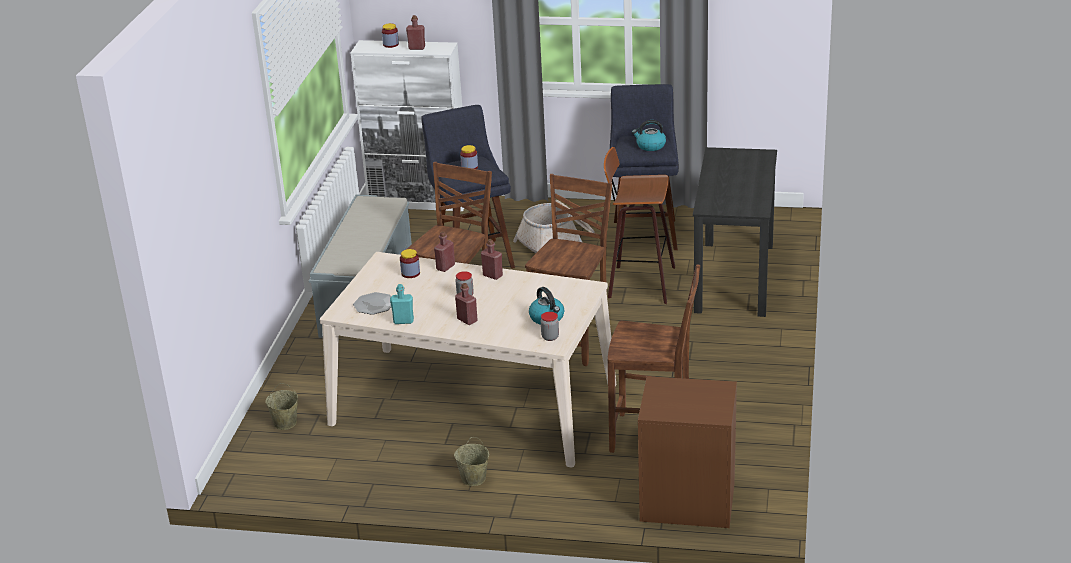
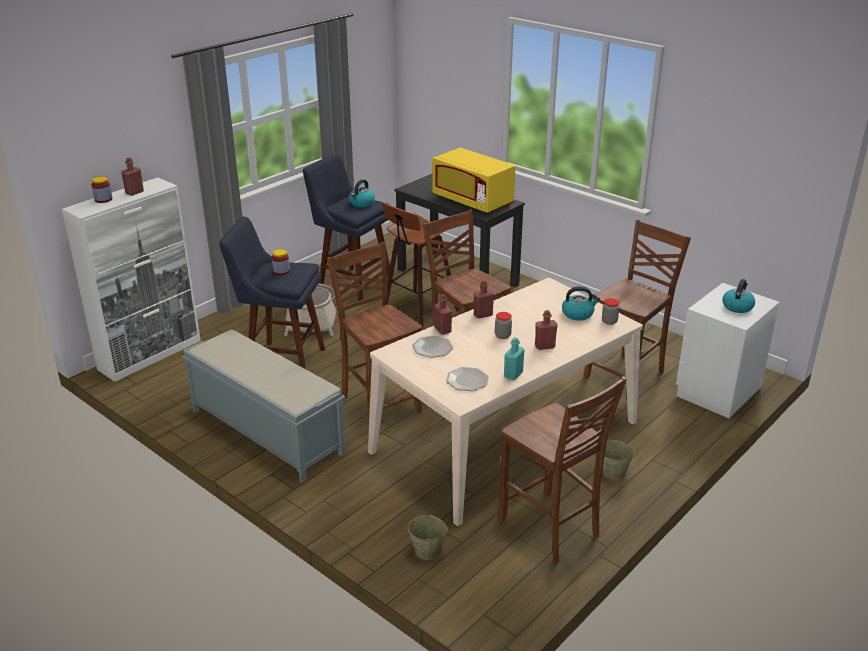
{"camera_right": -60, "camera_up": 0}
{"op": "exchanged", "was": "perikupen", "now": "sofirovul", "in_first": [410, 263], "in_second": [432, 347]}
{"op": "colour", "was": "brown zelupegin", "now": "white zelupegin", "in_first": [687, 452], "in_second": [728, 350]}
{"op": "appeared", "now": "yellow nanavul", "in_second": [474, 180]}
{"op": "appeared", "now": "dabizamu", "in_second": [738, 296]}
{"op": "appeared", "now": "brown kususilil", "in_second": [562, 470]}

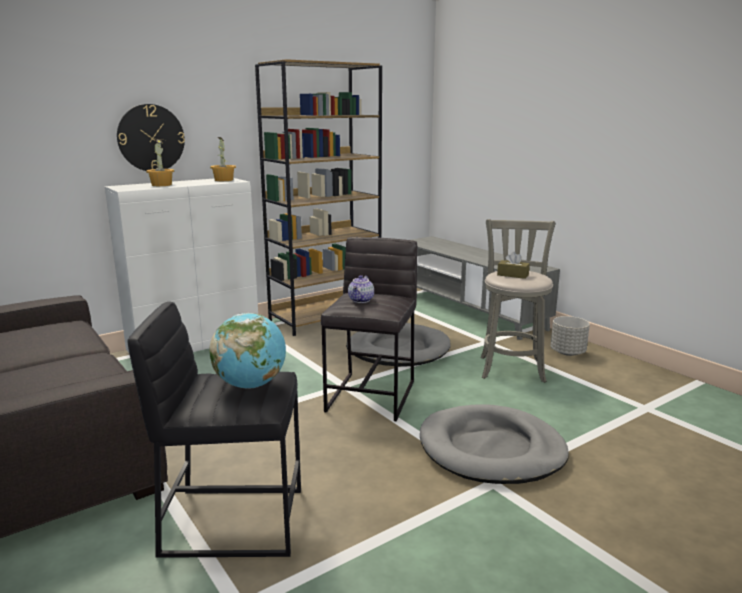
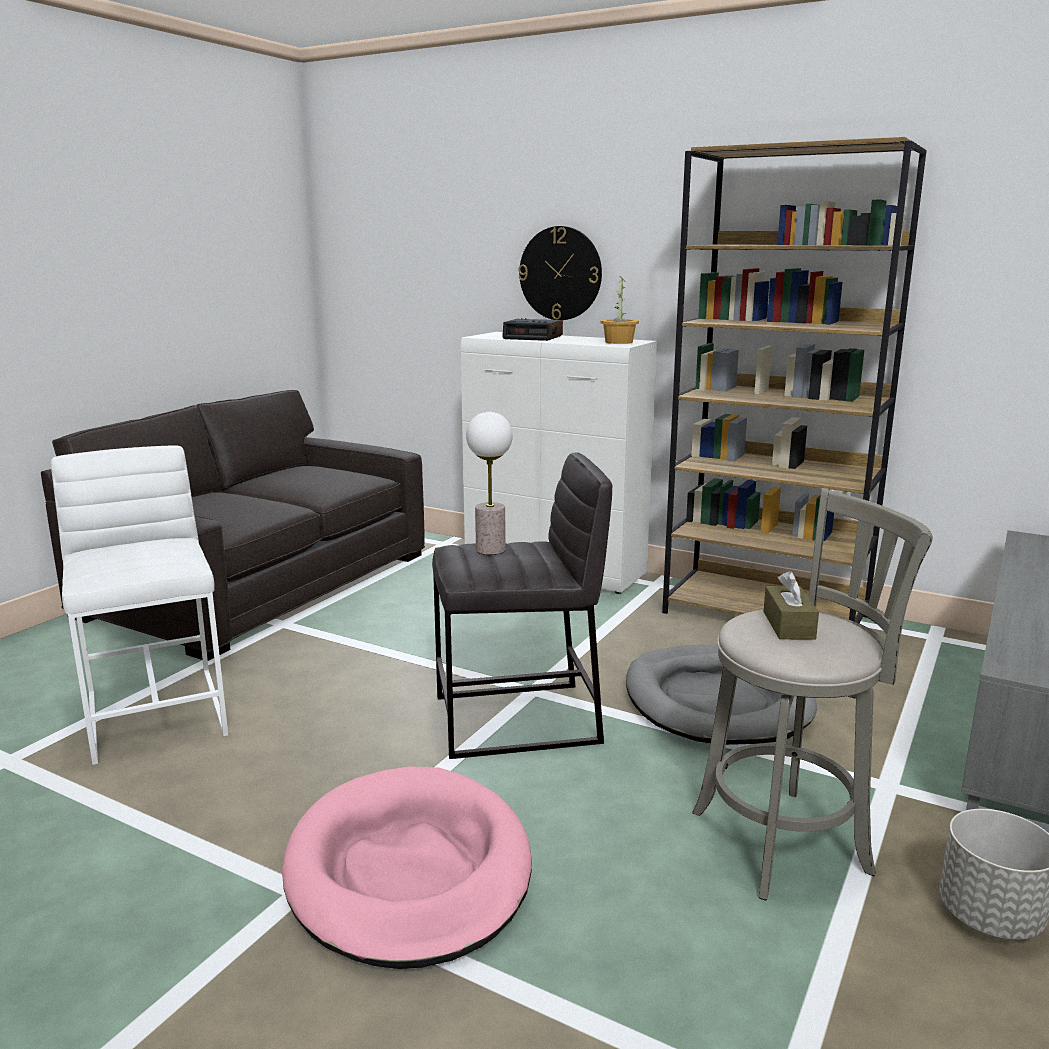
{"camera_right": 65, "camera_up": 0}
{"op": "exchanged", "was": "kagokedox", "now": "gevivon", "in_first": [160, 162], "in_second": [532, 329]}
{"op": "exchanged", "was": "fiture", "now": "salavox", "in_first": [361, 289], "in_second": [489, 483]}
{"op": "colour", "was": "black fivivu", "now": "white fivivu", "in_first": [214, 430], "in_second": [139, 605]}
{"op": "missing", "was": "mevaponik", "in_first": [247, 351]}
{"op": "colour", "was": "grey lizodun", "now": "pink lizodun", "in_first": [494, 444], "in_second": [407, 867]}

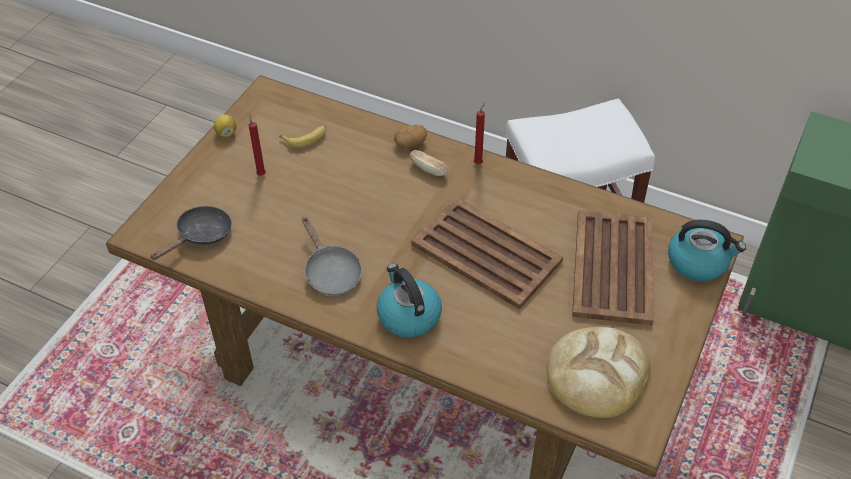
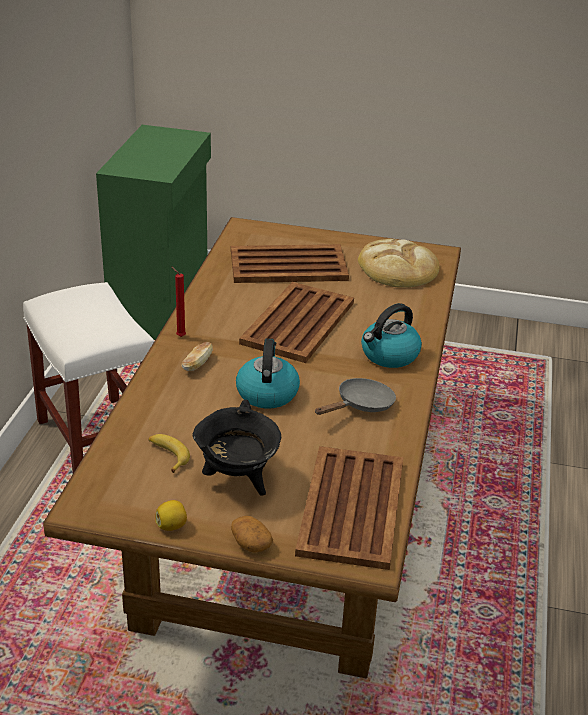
{"camera_right": -105, "camera_up": -15}
{"op": "exchanged", "was": "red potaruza", "now": "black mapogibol", "in_first": [257, 144], "in_second": [236, 448]}
{"op": "relocated", "was": "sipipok", "in_first": [410, 137], "in_second": [252, 534]}
{"op": "exchanged", "was": "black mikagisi", "now": "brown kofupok", "in_first": [191, 233], "in_second": [349, 508]}
{"op": "relocated", "was": "dabizamu", "in_first": [707, 250], "in_second": [268, 373]}

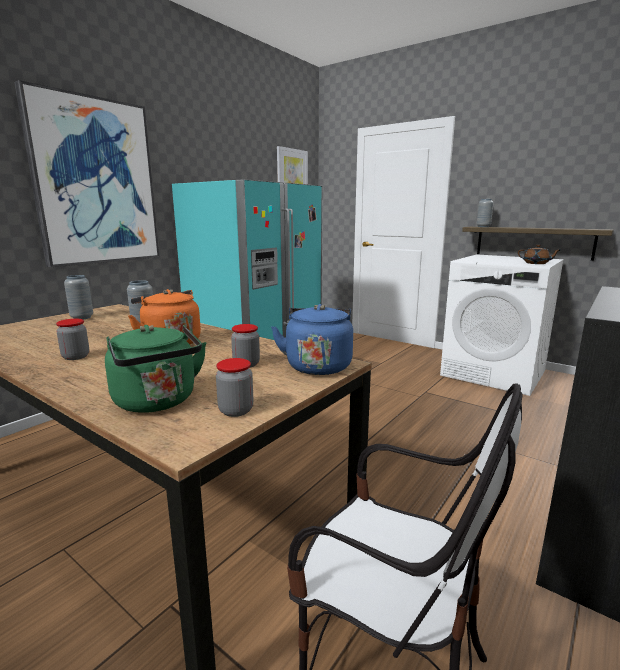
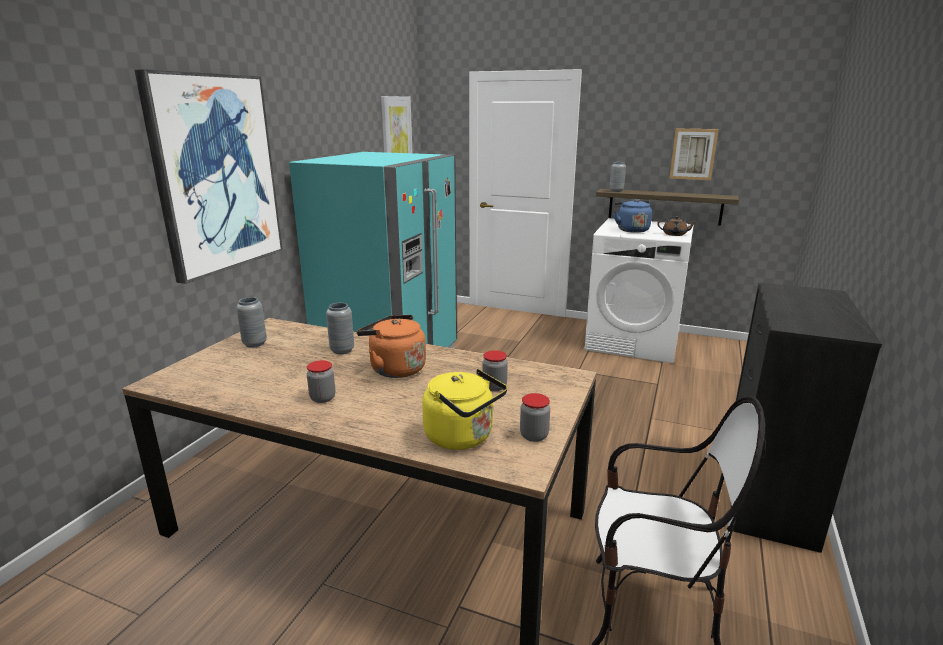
{"camera_right": -15, "camera_up": 5}
{"op": "relocated", "was": "blue dabizamu", "in_first": [312, 339], "in_second": [633, 216]}
{"op": "colour", "was": "green dabizamu", "now": "yellow dabizamu", "in_first": [156, 369], "in_second": [464, 409]}
{"op": "appeared", "now": "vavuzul", "in_second": [694, 154]}

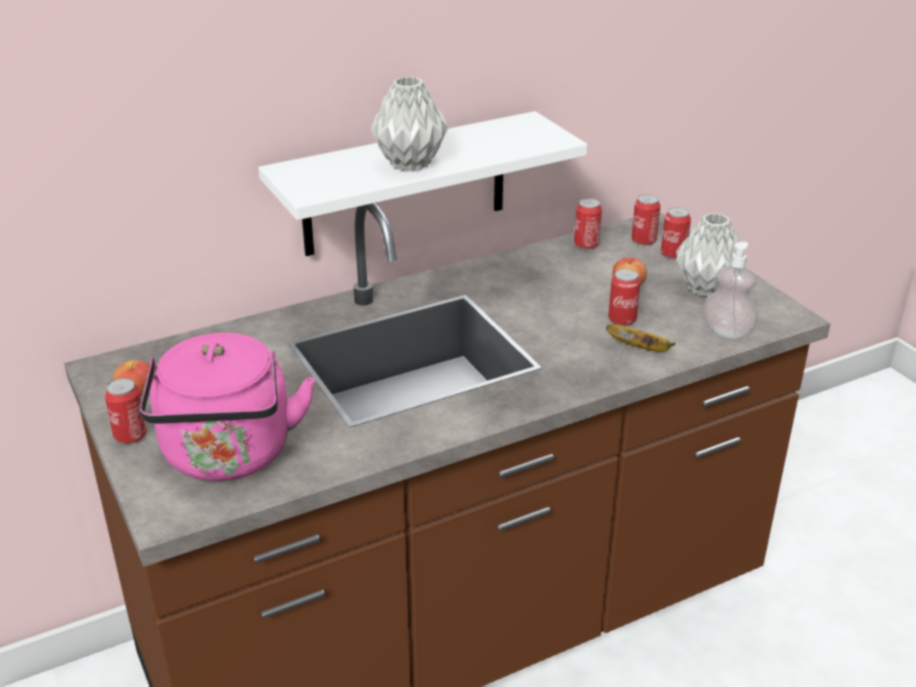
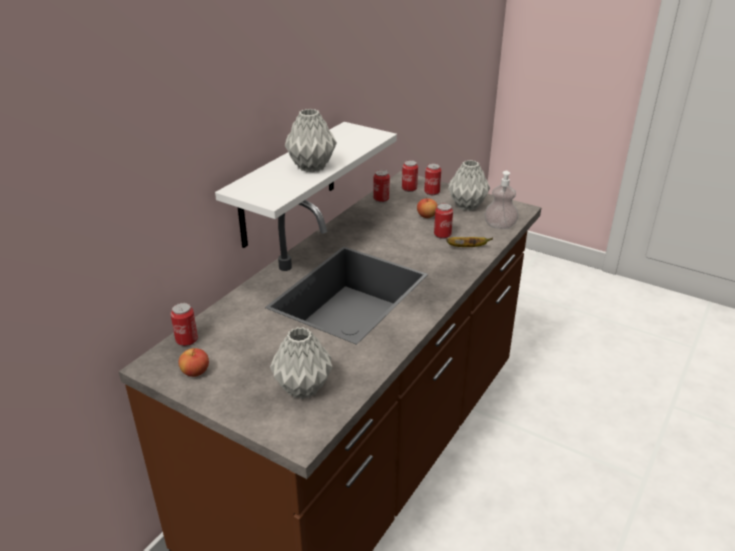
{"camera_right": -30, "camera_up": 0}
{"op": "exchanged", "was": "pink dabizamu", "now": "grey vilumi", "in_first": [227, 407], "in_second": [301, 363]}
{"op": "relocated", "was": "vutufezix", "in_first": [126, 411], "in_second": [184, 324]}

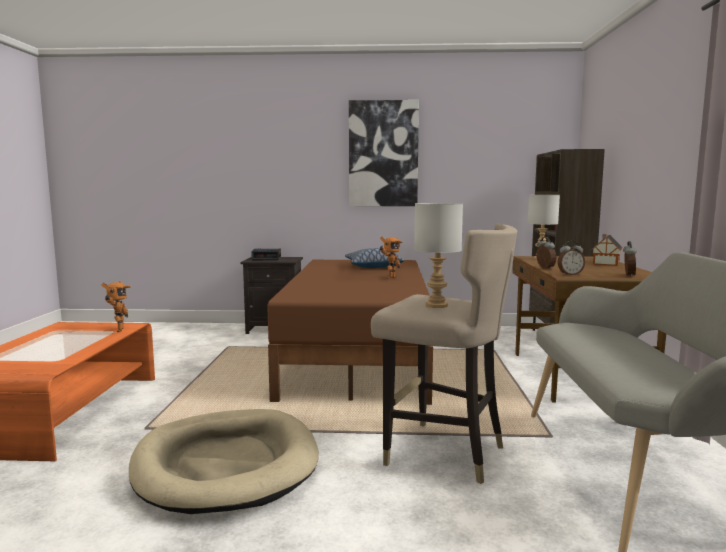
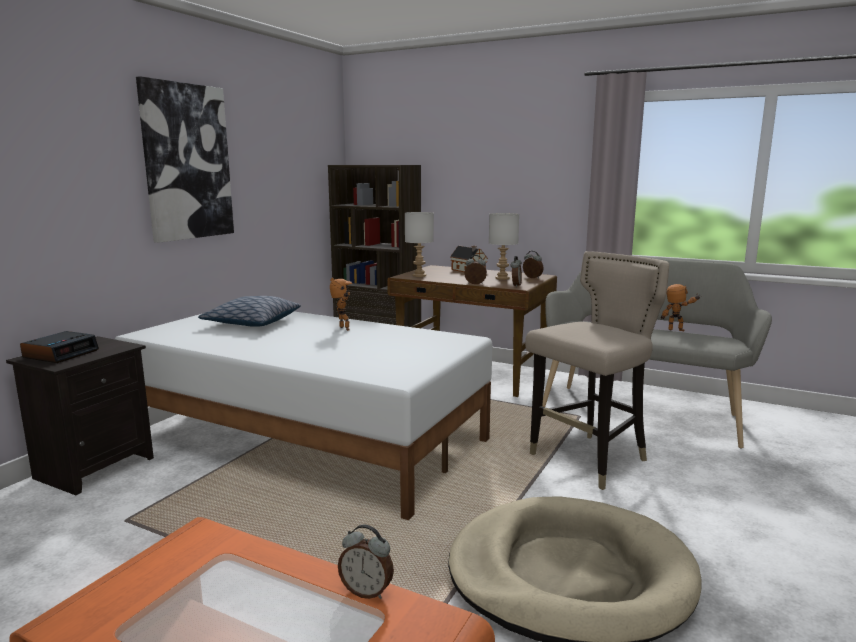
{"camera_right": -65, "camera_up": 5}
{"op": "relocated", "was": "grey salavox", "in_first": [438, 255], "in_second": [504, 246]}
{"op": "colour", "was": "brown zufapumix", "now": "white zufapumix", "in_first": [350, 332], "in_second": [303, 416]}
{"op": "relocated", "was": "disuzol", "in_first": [116, 306], "in_second": [681, 307]}
{"op": "appeared", "now": "gevivon", "in_second": [366, 562]}

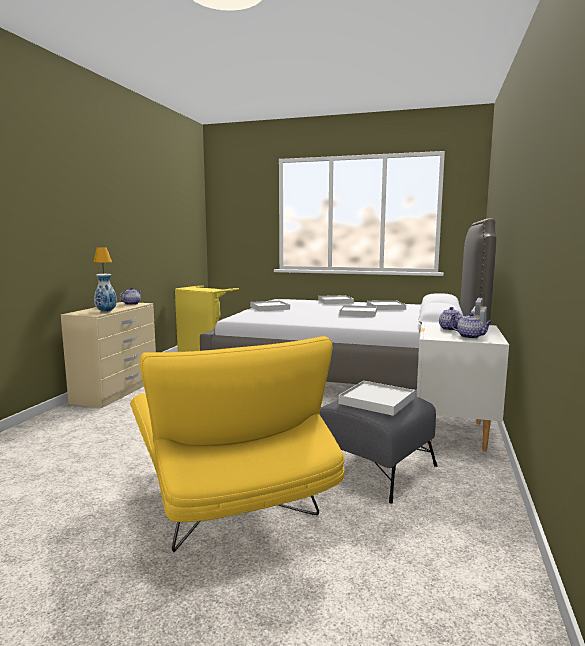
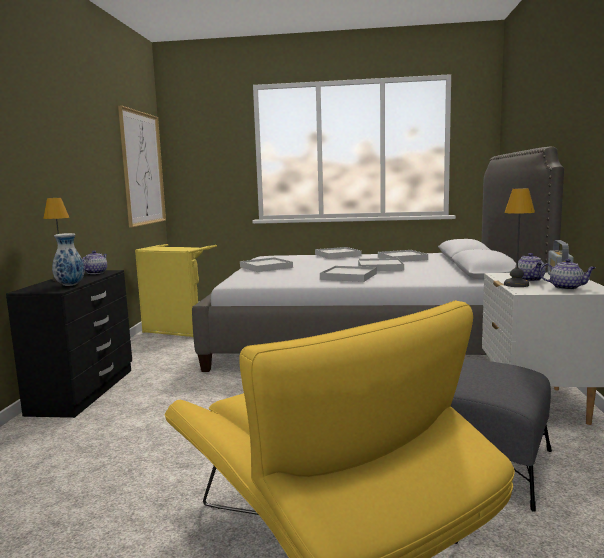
{"camera_right": -10, "camera_up": 0}
{"op": "colour", "was": "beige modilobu", "now": "black modilobu", "in_first": [108, 355], "in_second": [69, 344]}
{"op": "relocated", "was": "white kofupok", "in_first": [376, 398], "in_second": [348, 274]}
{"op": "appeared", "now": "vavuzul", "in_second": [142, 167]}
{"op": "appeared", "now": "salavox", "in_second": [519, 237]}

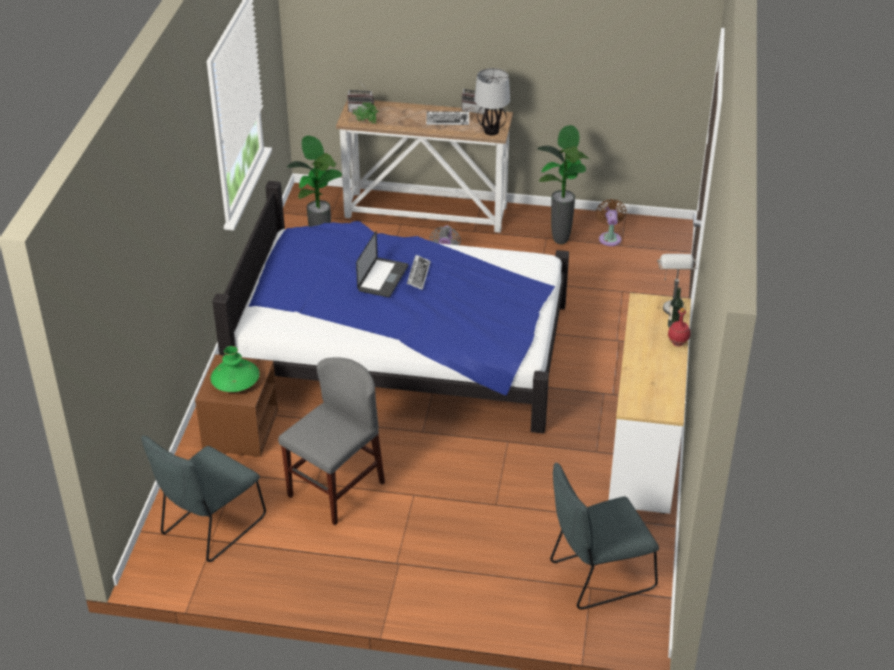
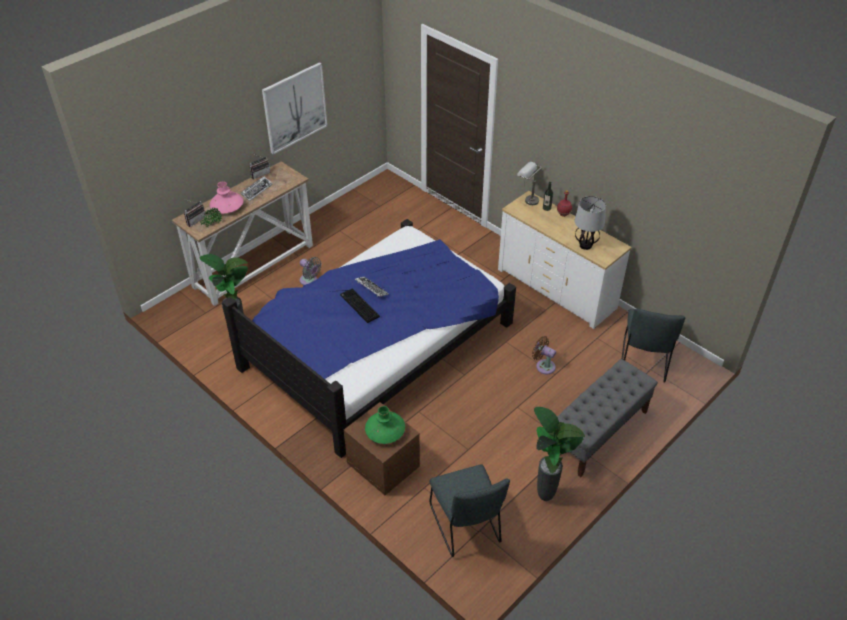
{"camera_right": -55, "camera_up": 5}
{"op": "relocated", "was": "salavox", "in_first": [492, 101], "in_second": [590, 223]}
{"op": "relocated", "was": "kagokedox", "in_first": [563, 184], "in_second": [559, 454]}
{"op": "relocated", "was": "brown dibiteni", "in_first": [611, 222], "in_second": [544, 355]}
{"op": "exchanged", "was": "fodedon", "now": "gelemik", "in_first": [382, 264], "in_second": [360, 305]}
{"op": "missing", "was": "grey kususilil", "in_first": [331, 441]}
{"op": "appeared", "now": "vavuzul", "in_second": [294, 108]}
{"op": "appeared", "now": "pink vilumi", "in_second": [226, 197]}
{"op": "appeared", "now": "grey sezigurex", "in_second": [607, 418]}

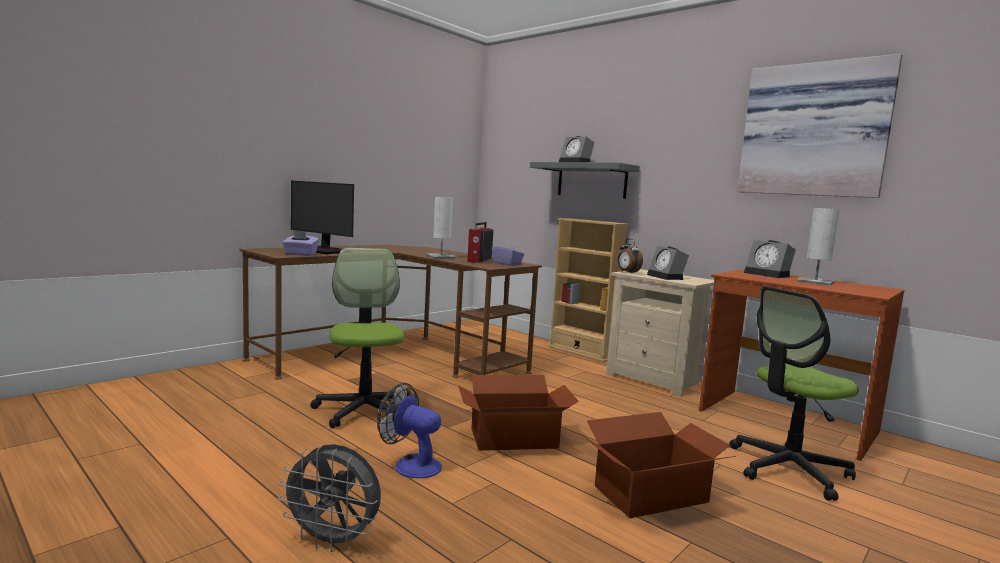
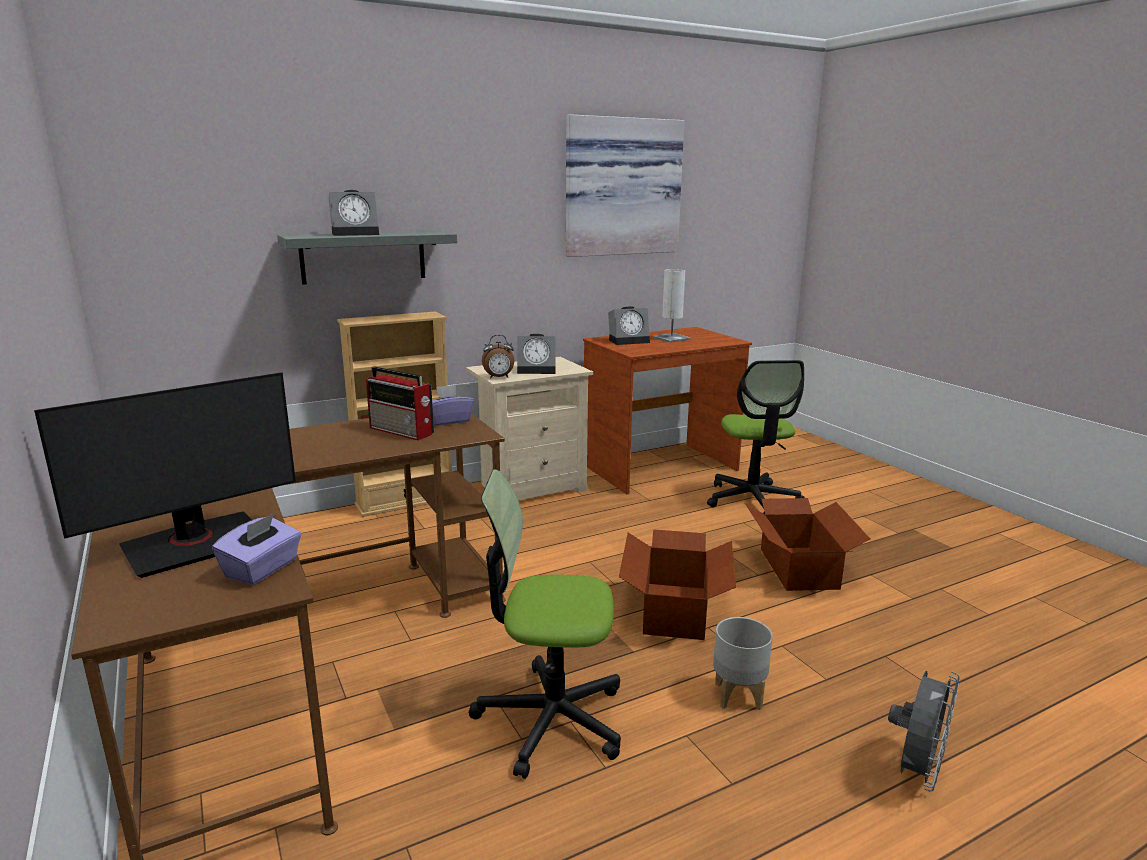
{"camera_right": -70, "camera_up": 10}
{"op": "missing", "was": "white salavox", "in_first": [441, 227]}
{"op": "exchanged", "was": "dibiteni", "now": "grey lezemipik", "in_first": [409, 431], "in_second": [743, 663]}

